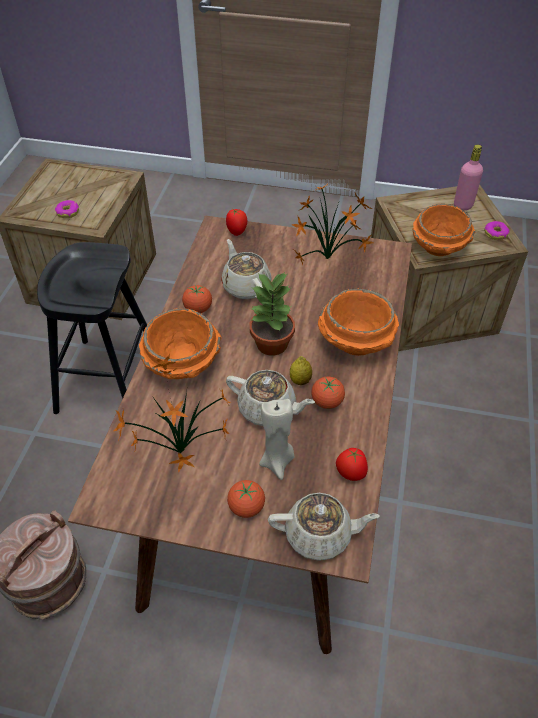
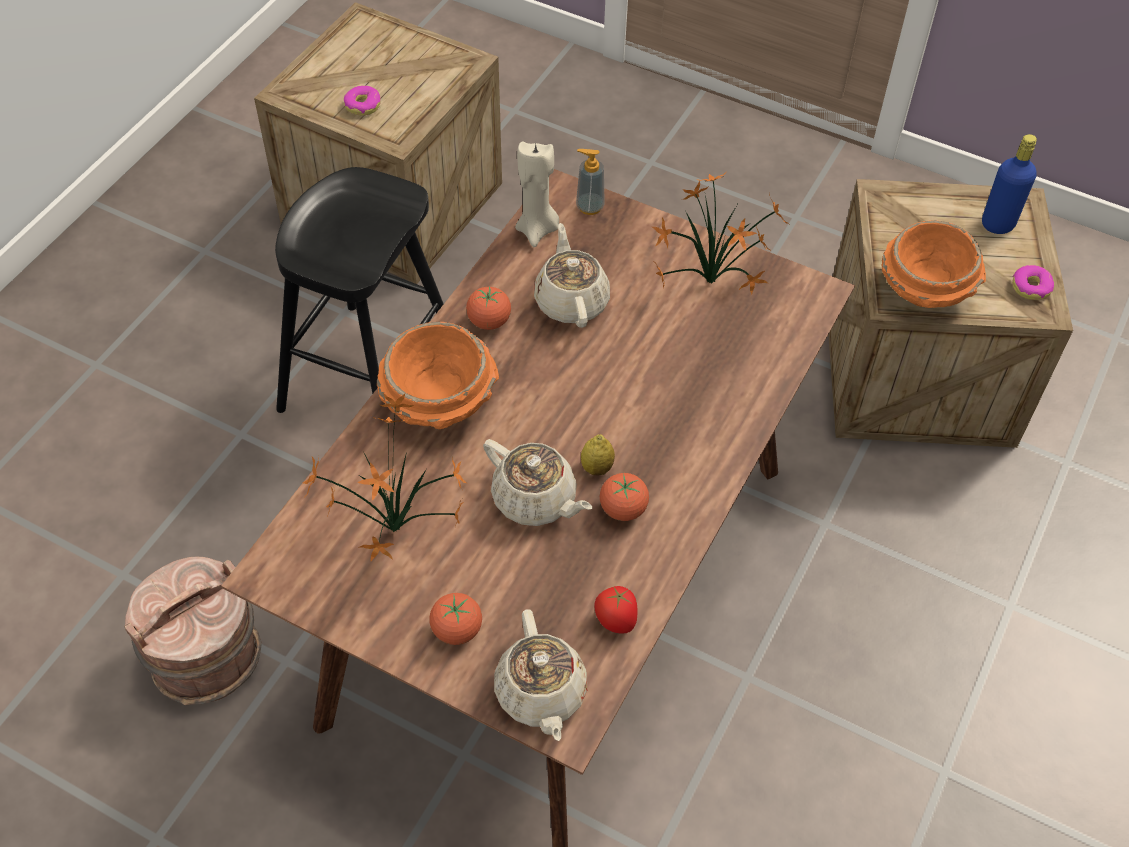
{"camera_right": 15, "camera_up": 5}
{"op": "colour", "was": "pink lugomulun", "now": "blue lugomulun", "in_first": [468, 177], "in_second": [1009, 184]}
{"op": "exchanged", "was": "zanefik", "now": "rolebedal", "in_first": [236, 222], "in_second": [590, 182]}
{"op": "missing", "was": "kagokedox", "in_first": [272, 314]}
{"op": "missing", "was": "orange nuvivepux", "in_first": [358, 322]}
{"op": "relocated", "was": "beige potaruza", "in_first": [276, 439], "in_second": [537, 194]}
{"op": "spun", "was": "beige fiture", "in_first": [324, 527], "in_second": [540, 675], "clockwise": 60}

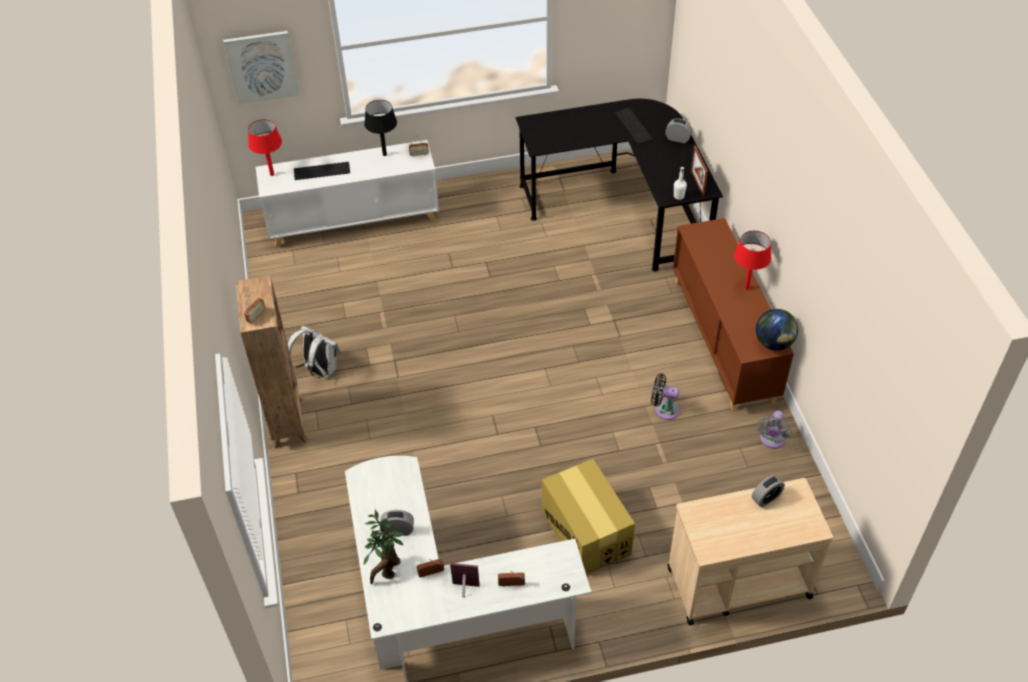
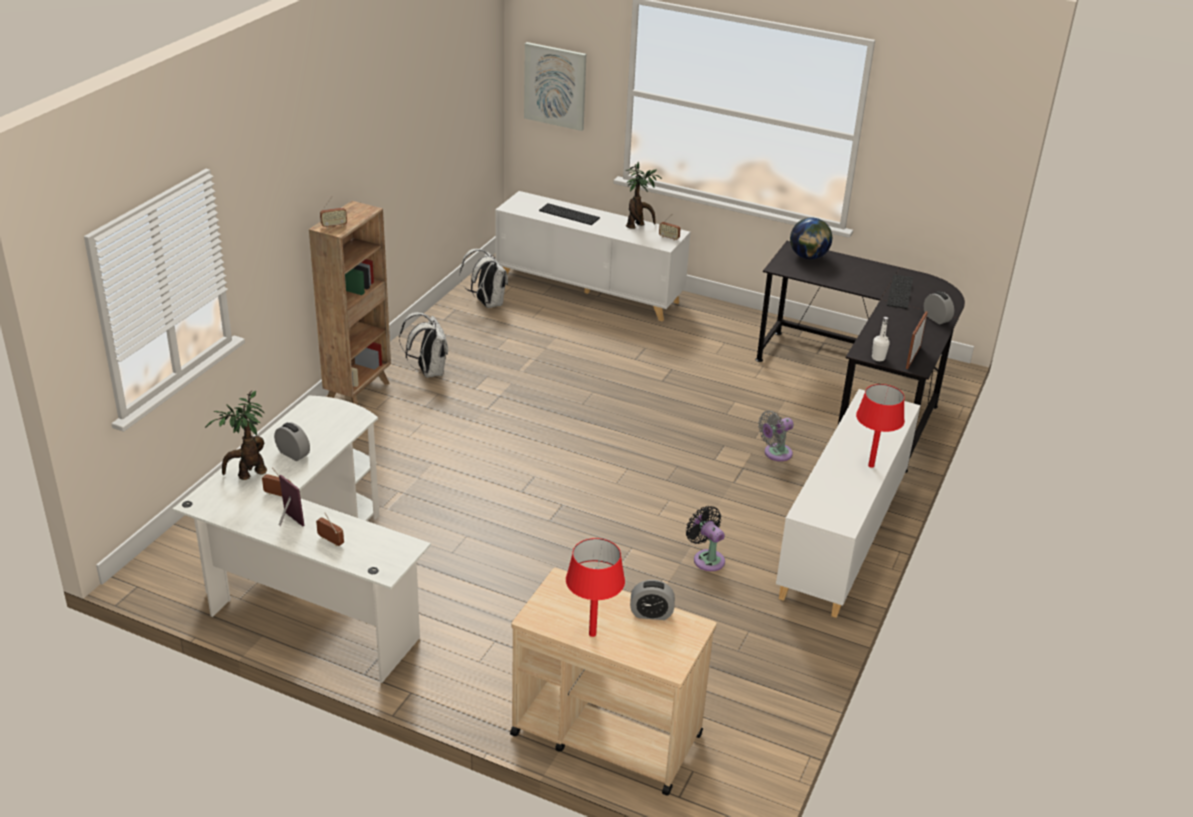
{"camera_right": 35, "camera_up": -15}
{"op": "exchanged", "was": "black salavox", "now": "kagokedox", "in_first": [380, 128], "in_second": [643, 195]}
{"op": "relocated", "was": "red salavox", "in_first": [265, 147], "in_second": [595, 587]}
{"op": "colour", "was": "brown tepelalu", "now": "white tepelalu", "in_first": [733, 315], "in_second": [848, 503]}
{"op": "relocated", "was": "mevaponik", "in_first": [777, 329], "in_second": [811, 238]}
{"op": "relocated", "was": "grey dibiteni", "in_first": [774, 430], "in_second": [776, 436]}
{"op": "missing", "was": "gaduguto", "in_first": [588, 517]}
{"op": "appeared", "now": "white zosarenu", "in_second": [484, 278]}

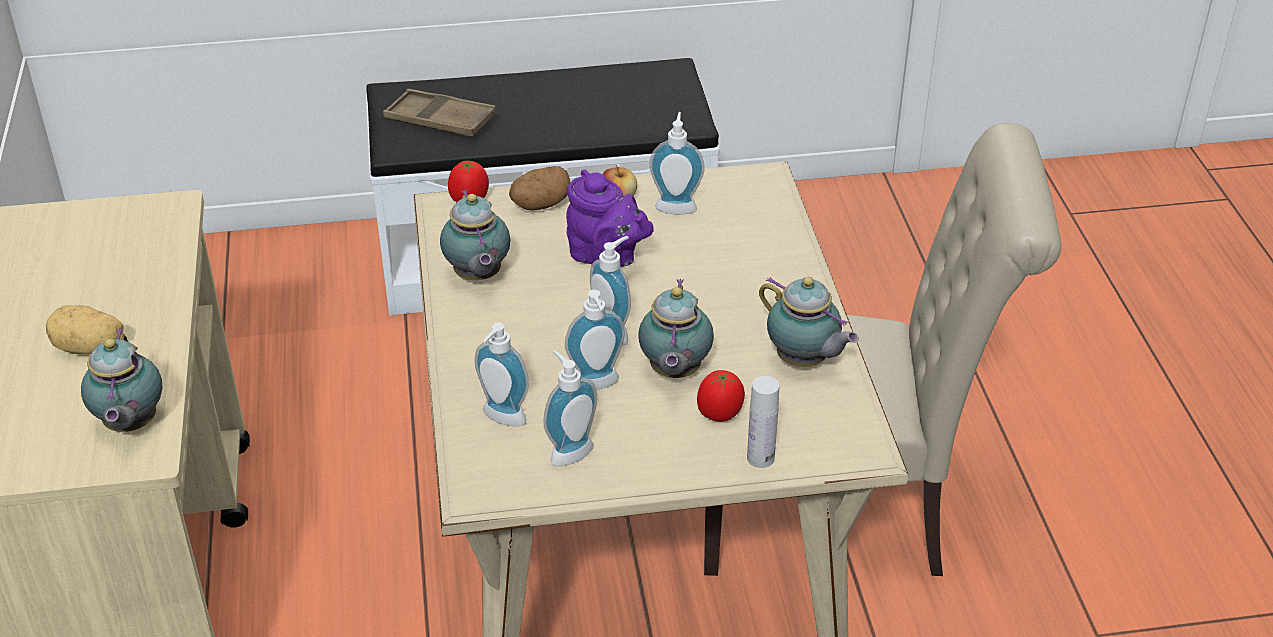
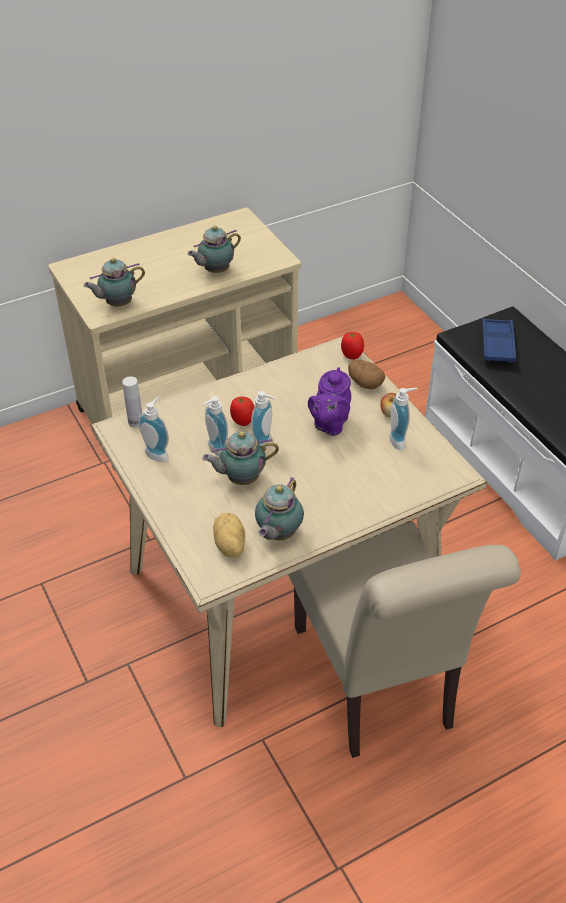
{"camera_right": 70, "camera_up": 5}
{"op": "colour", "was": "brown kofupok", "now": "blue kofupok", "in_first": [440, 112], "in_second": [499, 340]}
{"op": "relocated", "was": "fiture", "in_first": [475, 235], "in_second": [214, 249]}
{"op": "relocated", "was": "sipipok", "in_first": [85, 330], "in_second": [229, 535]}
{"op": "missing", "was": "rolebedal", "in_first": [502, 374]}
{"op": "relocated", "was": "zanefik", "in_first": [721, 396], "in_second": [242, 411]}
{"op": "relocated", "was": "white lugomulun", "in_first": [763, 422], "in_second": [132, 402]}

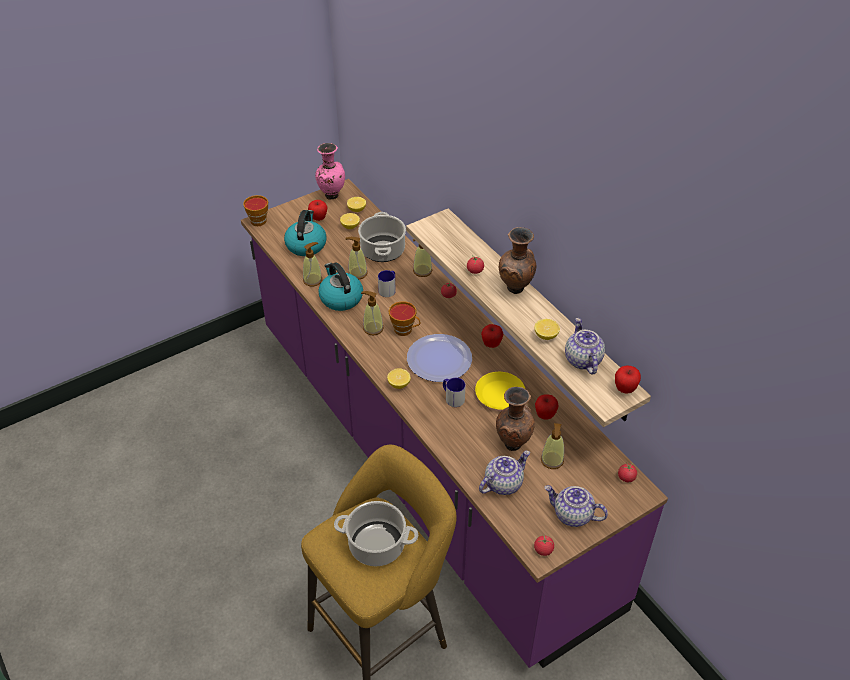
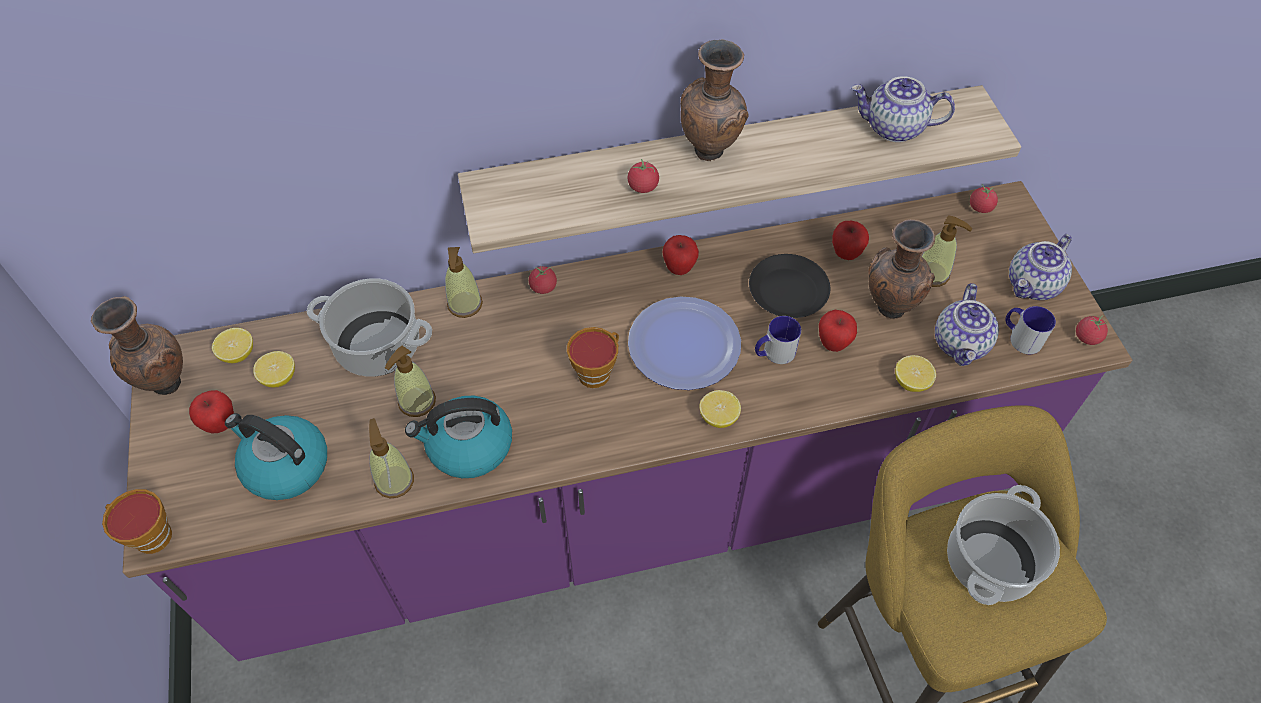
{"camera_right": -70, "camera_up": 10}
{"op": "colour", "was": "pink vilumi", "now": "brown vilumi", "in_first": [330, 171], "in_second": [137, 345]}
{"op": "relocated", "was": "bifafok", "in_first": [387, 283], "in_second": [1030, 330]}
{"op": "missing", "was": "rolebedal", "in_first": [372, 313]}
{"op": "relocated", "was": "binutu", "in_first": [547, 329], "in_second": [915, 373]}
{"op": "relocated", "was": "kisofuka", "in_first": [628, 380], "in_second": [838, 331]}
{"op": "colour", "was": "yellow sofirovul", "now": "black sofirovul", "in_first": [500, 391], "in_second": [789, 286]}
{"op": "spun", "was": "fiture", "in_first": [504, 473], "in_second": [967, 324], "clockwise": -150}

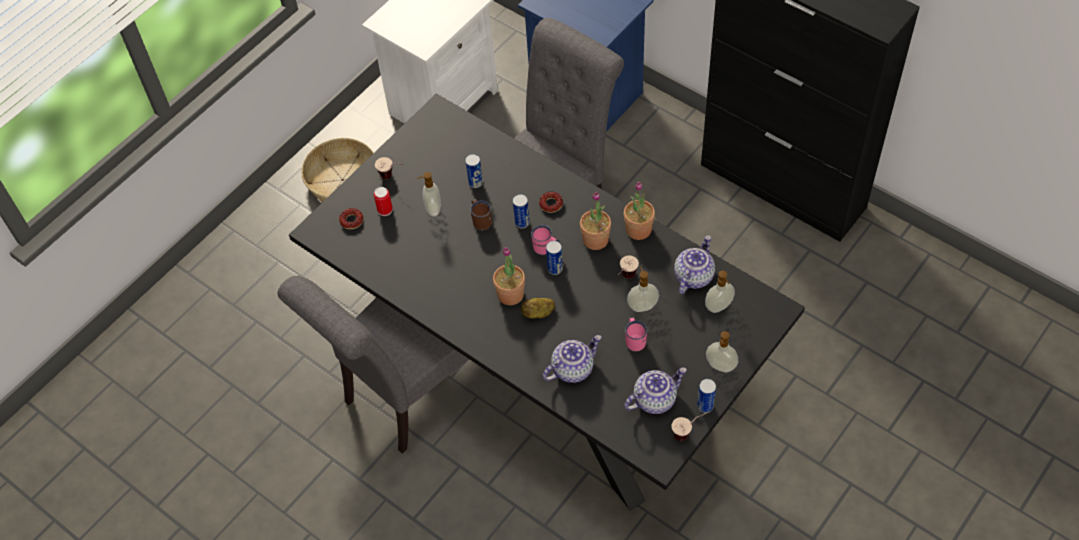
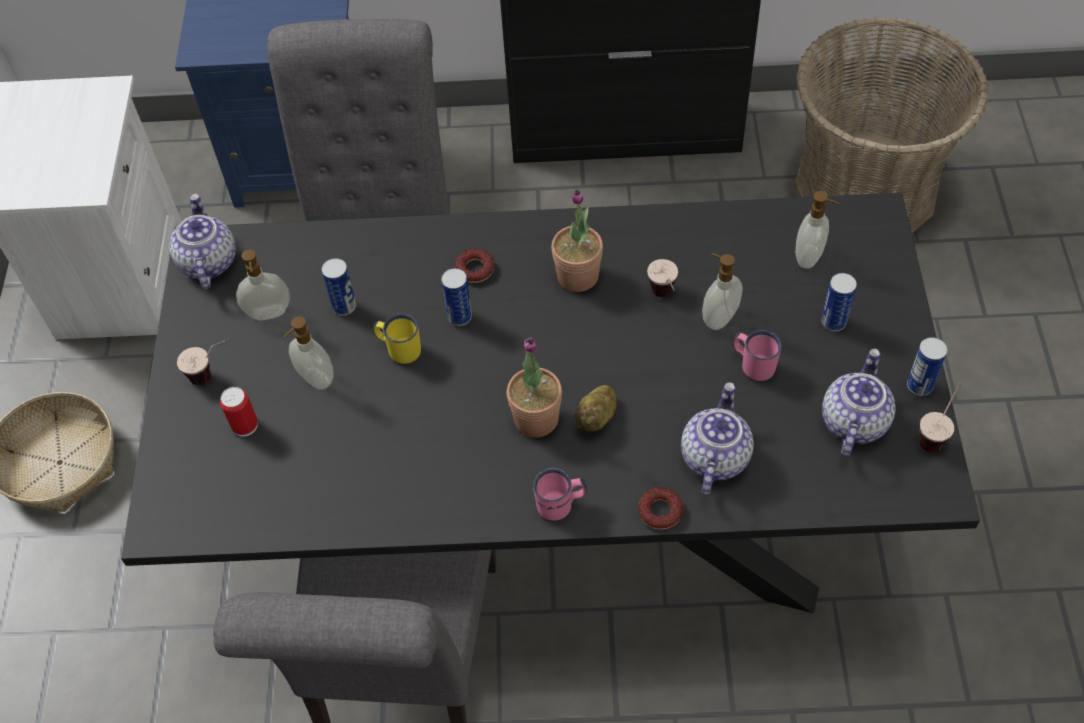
{"camera_right": -40, "camera_up": 0}
{"op": "missing", "was": "kagokedox", "in_first": [639, 211]}
{"op": "colour", "was": "brown bifafok", "now": "yellow bifafok", "in_first": [481, 215], "in_second": [397, 339]}
{"op": "relocated", "was": "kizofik", "in_first": [351, 218], "in_second": [660, 508]}
{"op": "relocated", "was": "pink bifafok", "in_first": [545, 240], "in_second": [560, 495]}
{"op": "relocated", "was": "fiture", "in_first": [694, 264], "in_second": [202, 241]}
{"op": "relocated", "was": "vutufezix", "in_first": [554, 258], "in_second": [839, 302]}
{"op": "relocated", "was": "rolebedal", "in_first": [722, 351], "in_second": [263, 285]}
{"op": "appeared", "now": "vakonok", "in_second": [891, 125]}

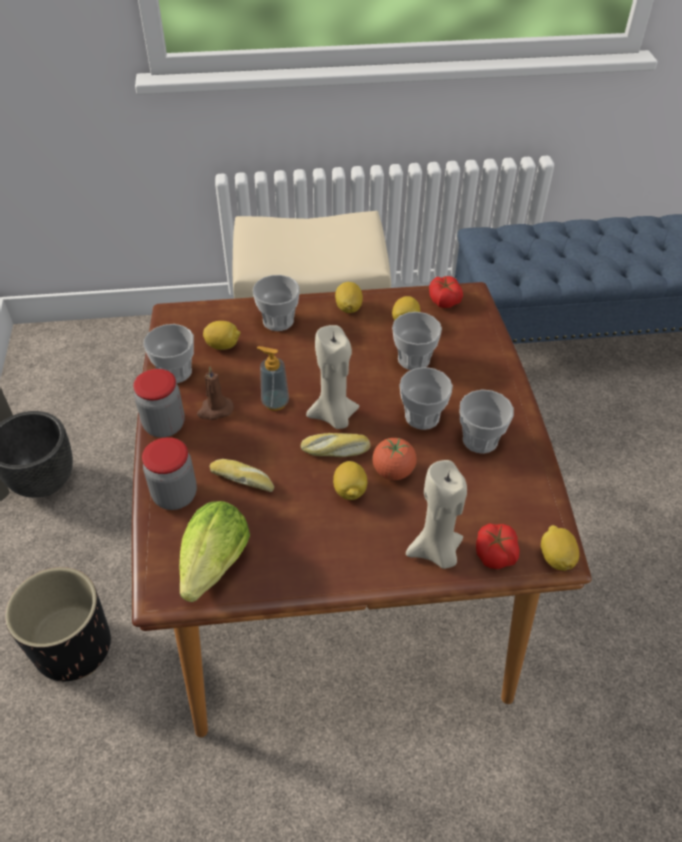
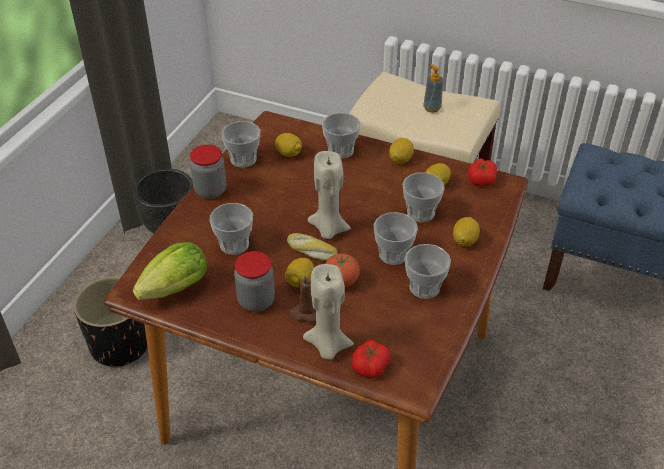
{"camera_right": 30, "camera_up": -5}
{"op": "relocated", "was": "rolebedal", "in_first": [273, 378], "in_second": [433, 88]}
{"op": "relocated", "was": "brown potaruza", "in_first": [215, 393], "in_second": [302, 299]}
{"op": "relocated", "was": "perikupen", "in_first": [169, 473], "in_second": [254, 281]}
{"op": "exchanged", "was": "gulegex", "now": "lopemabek", "in_first": [242, 475], "in_second": [231, 229]}
{"op": "relocated", "was": "binutu", "in_first": [560, 548], "in_second": [466, 232]}

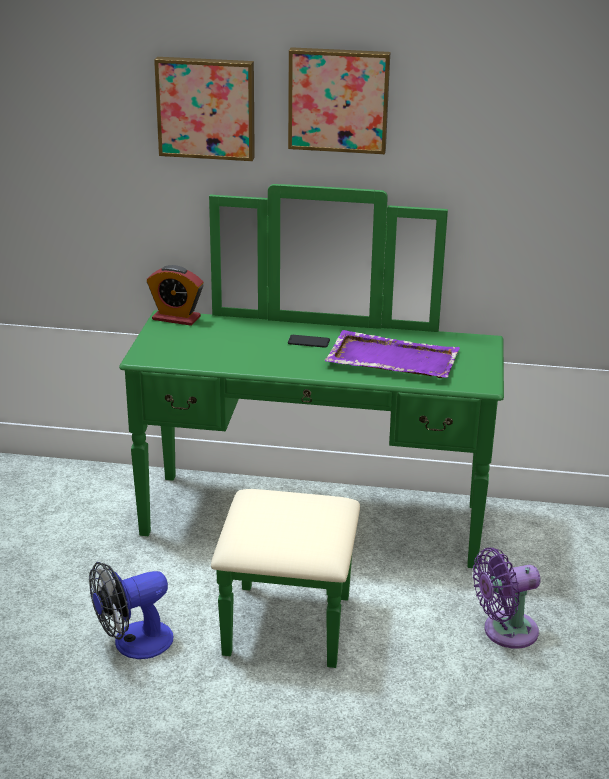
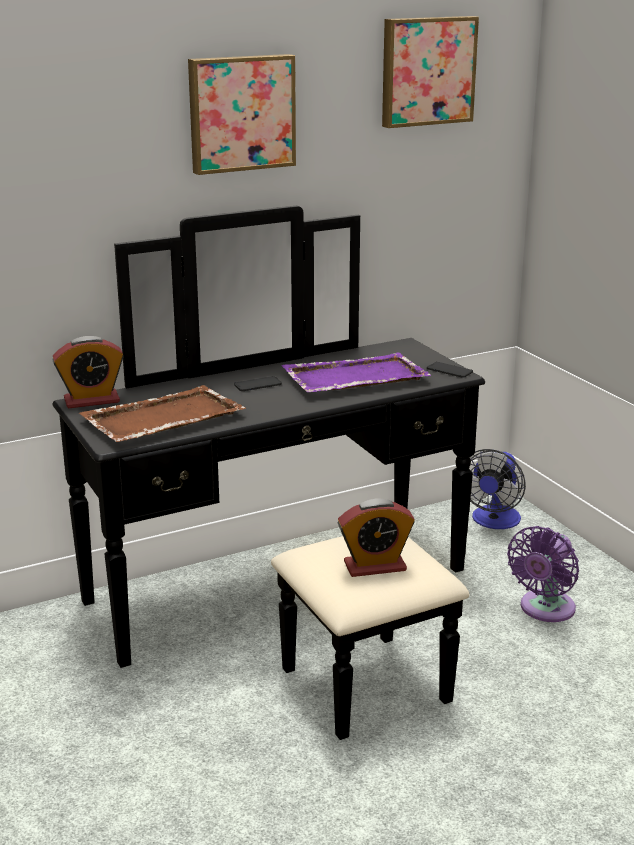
{"camera_right": -35, "camera_up": -5}
{"op": "relocated", "was": "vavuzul", "in_first": [204, 109], "in_second": [430, 72]}
{"op": "colour", "was": "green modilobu", "now": "black modilobu", "in_first": [311, 426], "in_second": [269, 473]}
{"op": "relocated", "was": "dibiteni", "in_first": [131, 610], "in_second": [498, 489]}
{"op": "appeared", "now": "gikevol", "in_second": [450, 370]}
{"op": "appeared", "now": "brown kofupok", "in_second": [162, 413]}
{"op": "appeared", "now": "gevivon", "in_second": [376, 538]}

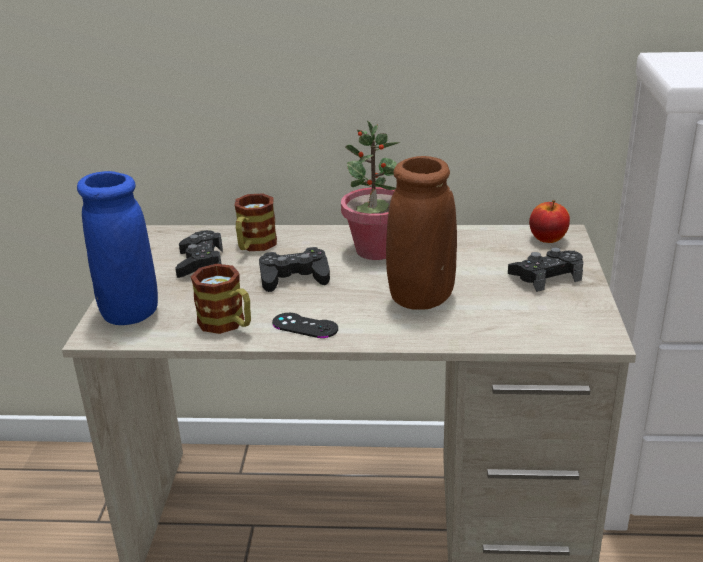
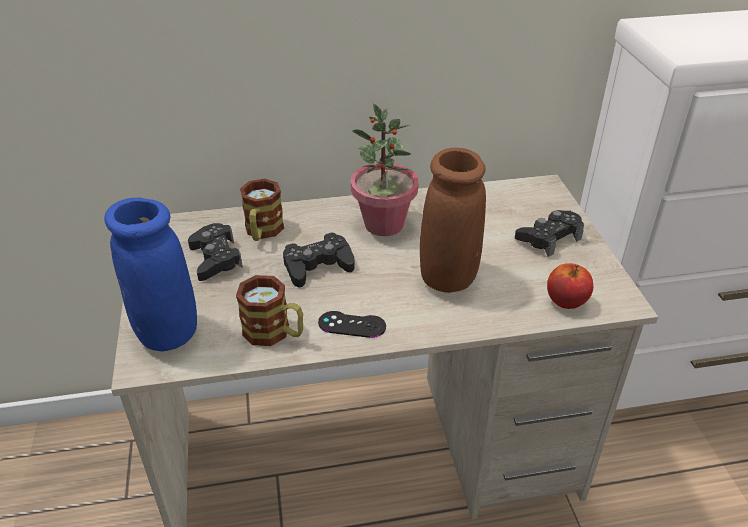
{"camera_right": -15, "camera_up": 10}
{"op": "relocated", "was": "kisofuka", "in_first": [549, 221], "in_second": [570, 286]}

